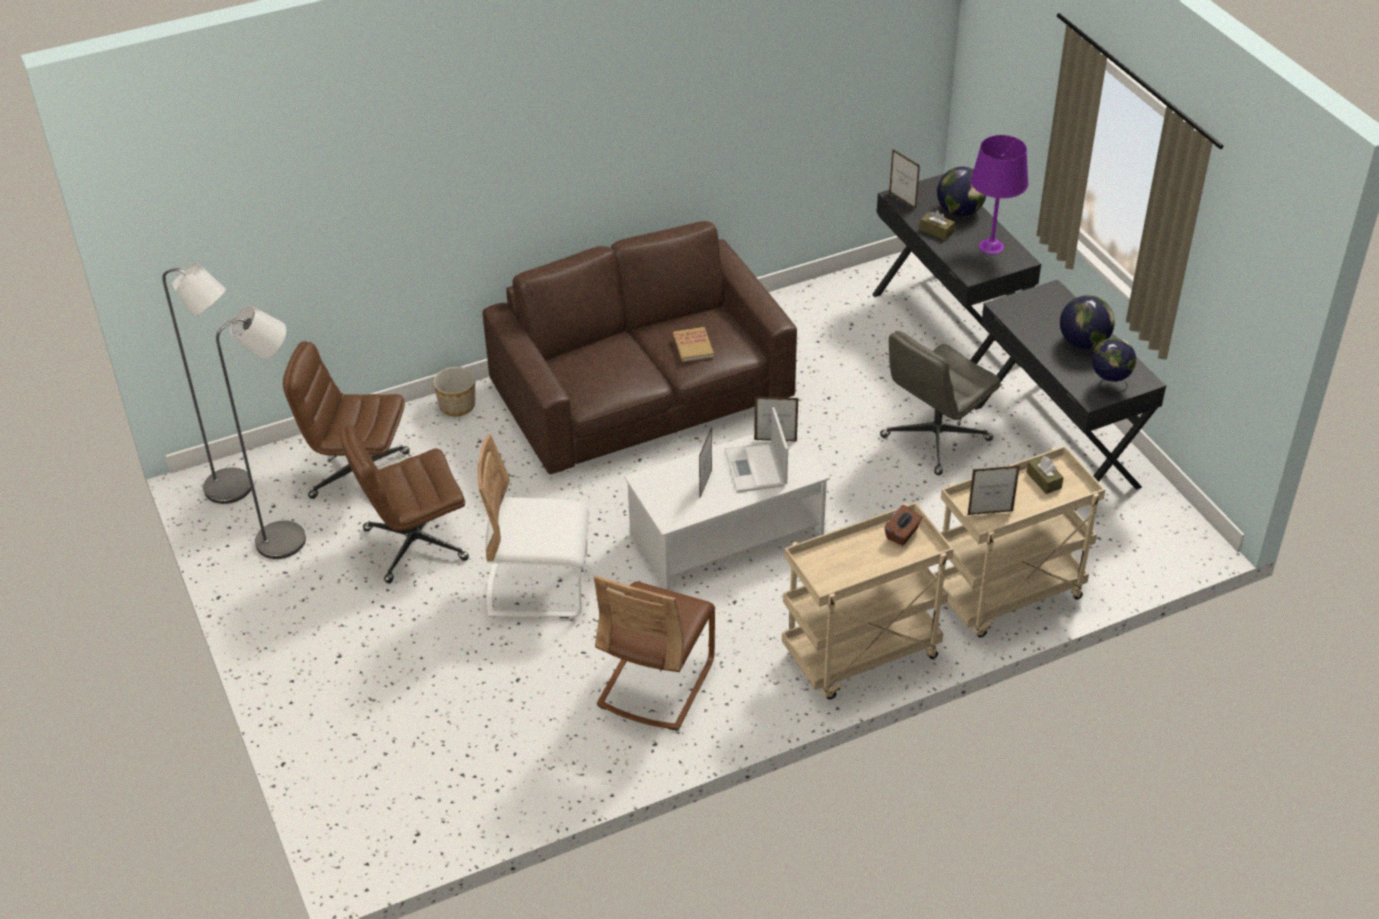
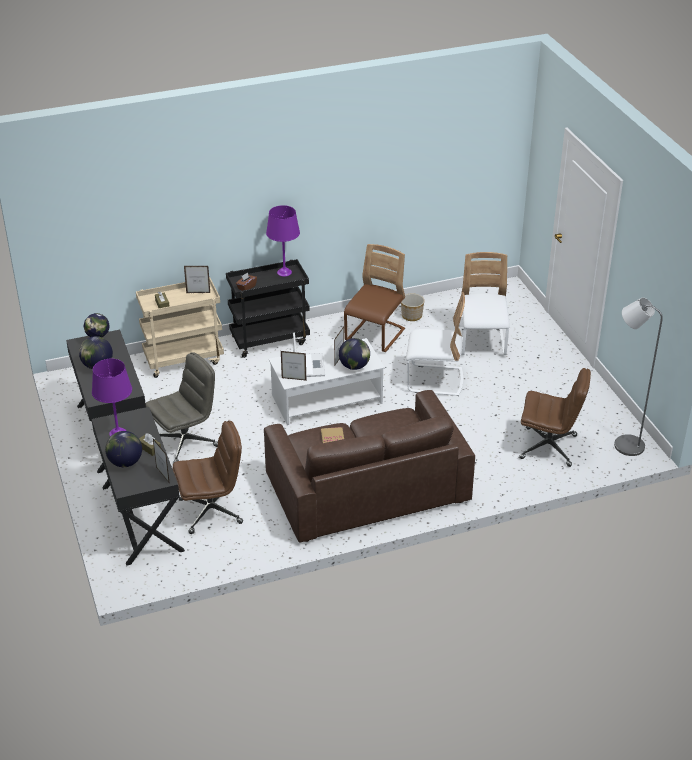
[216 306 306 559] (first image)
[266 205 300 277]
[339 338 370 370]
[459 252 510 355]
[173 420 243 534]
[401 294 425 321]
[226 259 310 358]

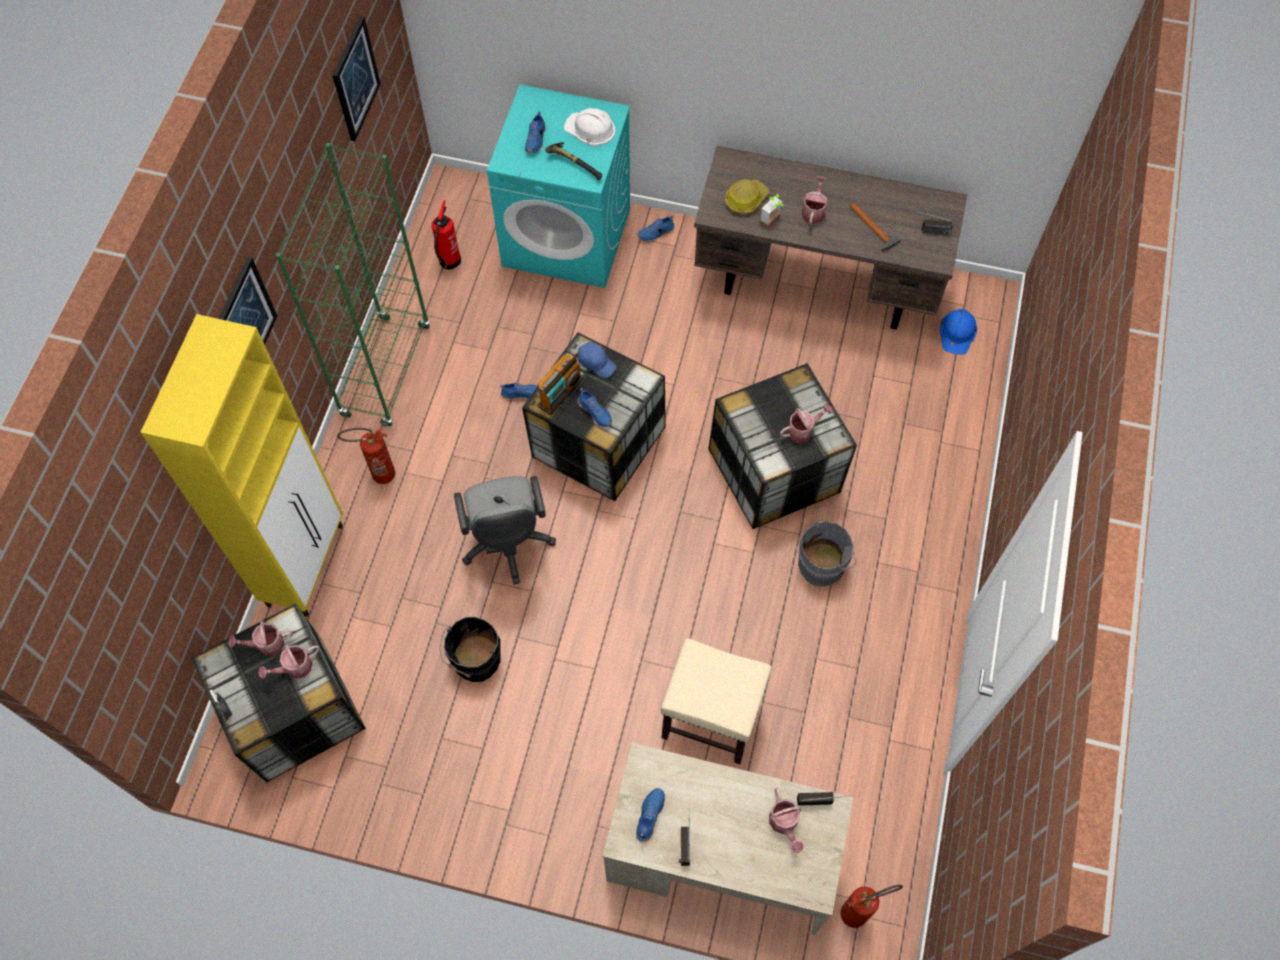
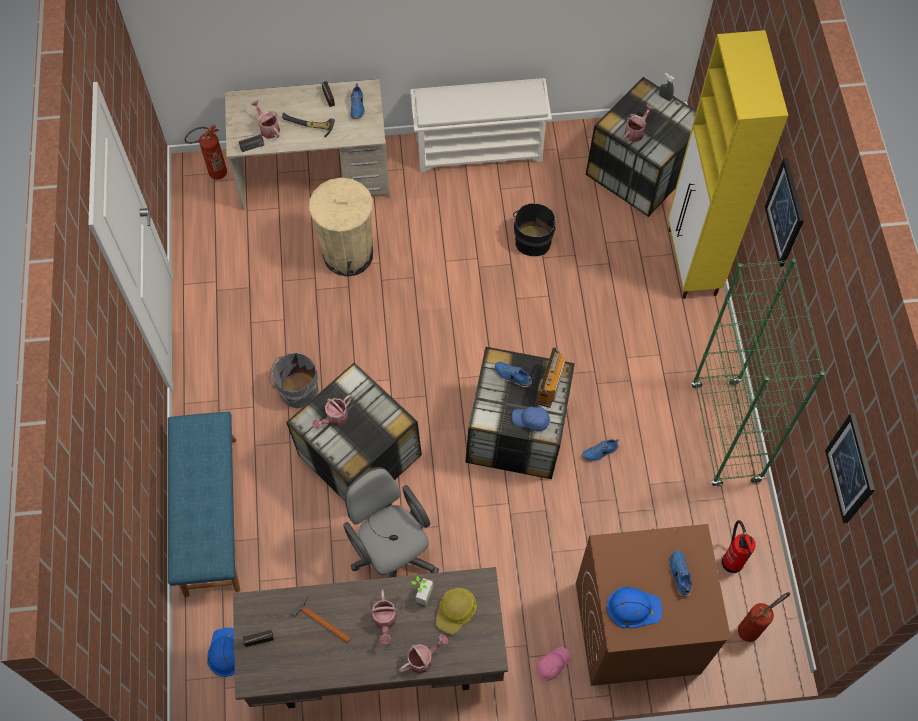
[168 411 240 597]
[410 78 552 173]
[399 634 448 674]
[738 592 790 642]
[343 467 439 578]
[282 112 335 138]
[537 647 571 681]
[309 178 373 277]
[576 524 731 686]
[607 587 662 628]

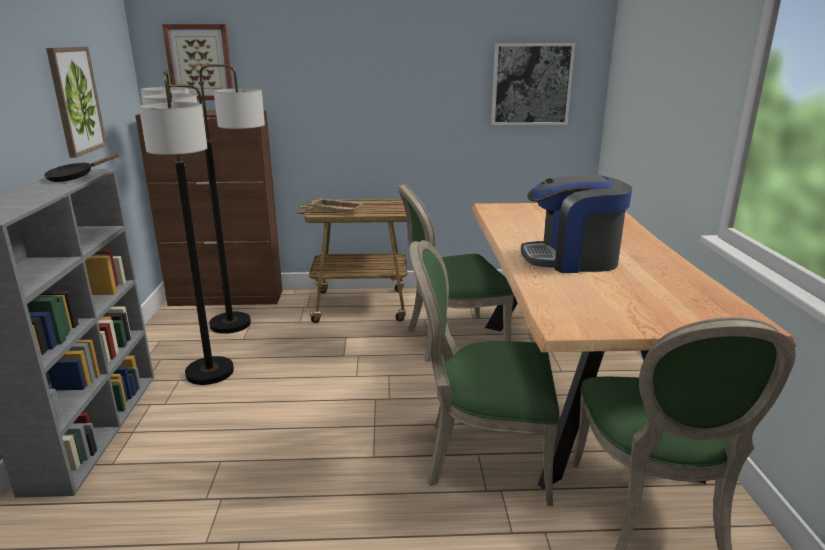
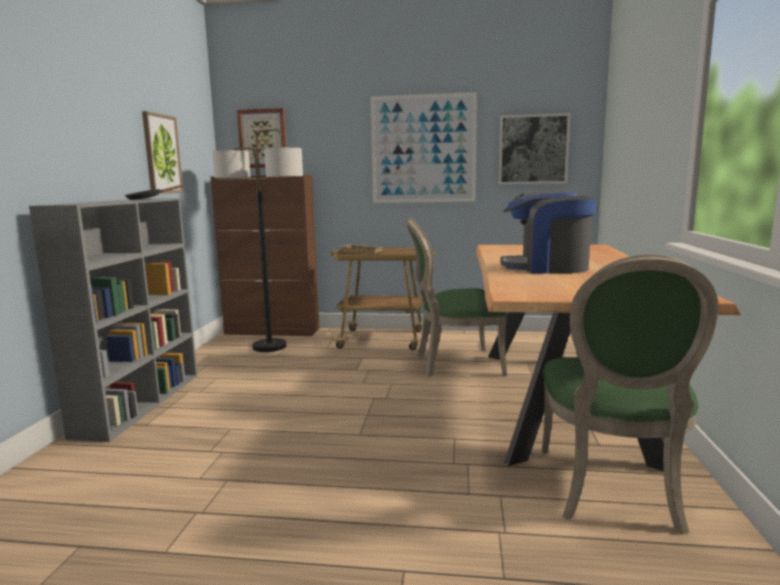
[139 71 234 385] (first image)
[409 240 559 506] (first image)
[370 92 477 203]

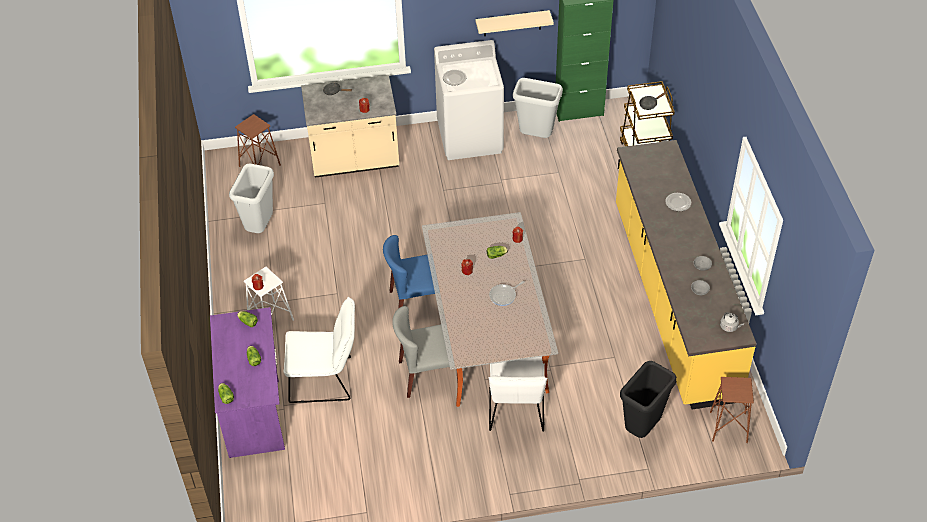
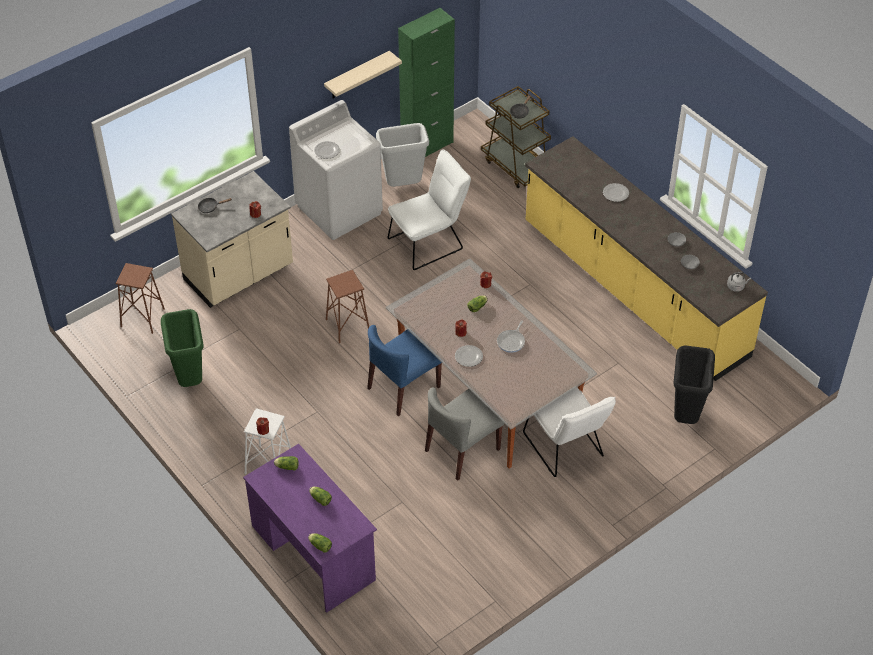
[455 345 483 367]
[387 150 471 270]
[326 270 369 343]
[161 309 204 387]

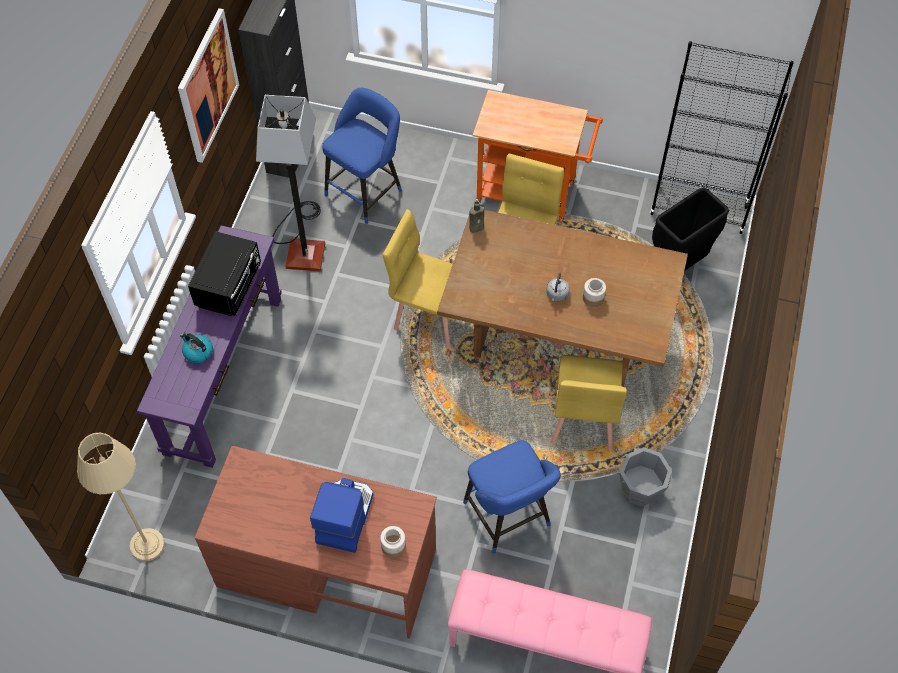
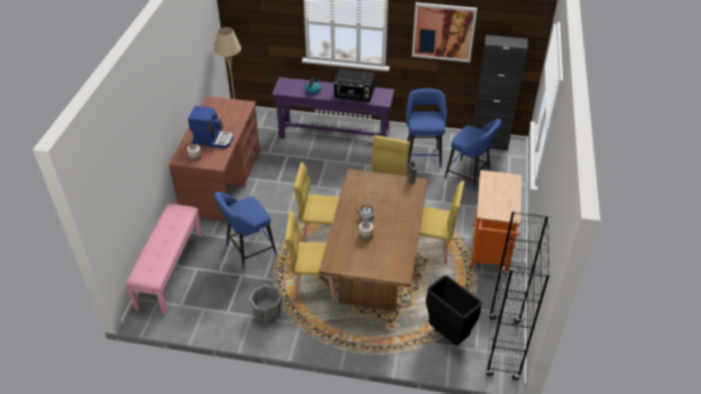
[294 162 340 242]
[406 88 447 168]

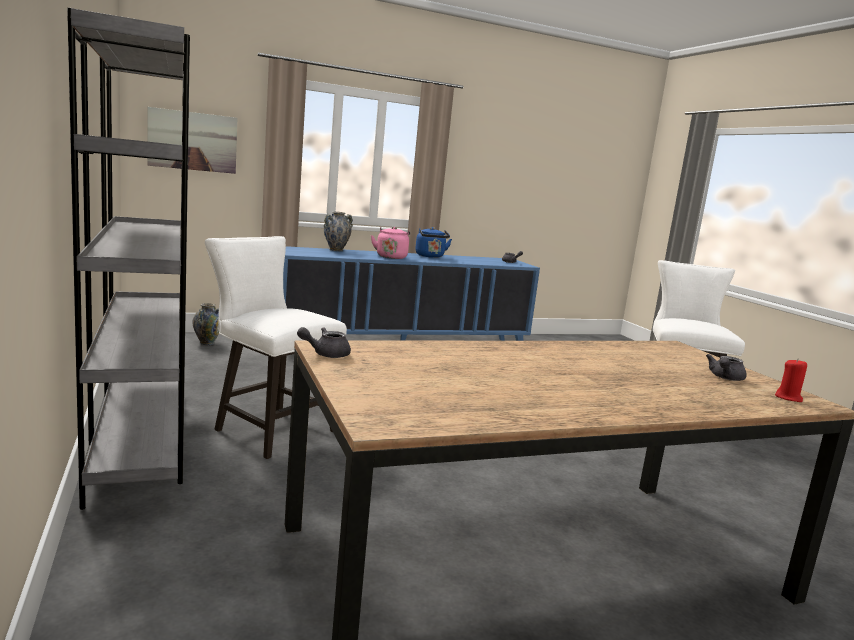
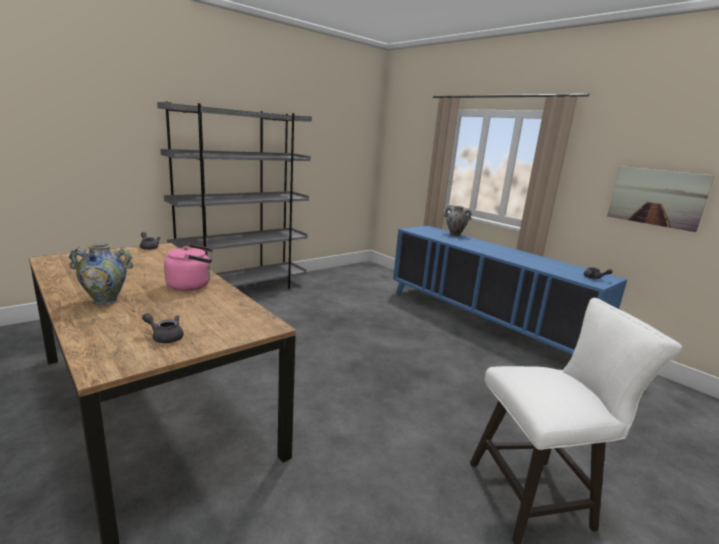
[205 236 347 459] (first image)
[415 227 452 258] (first image)
[775 358 807 402] (first image)
[607 166 715 232]
[68 243 133 305]
[164 244 213 291]

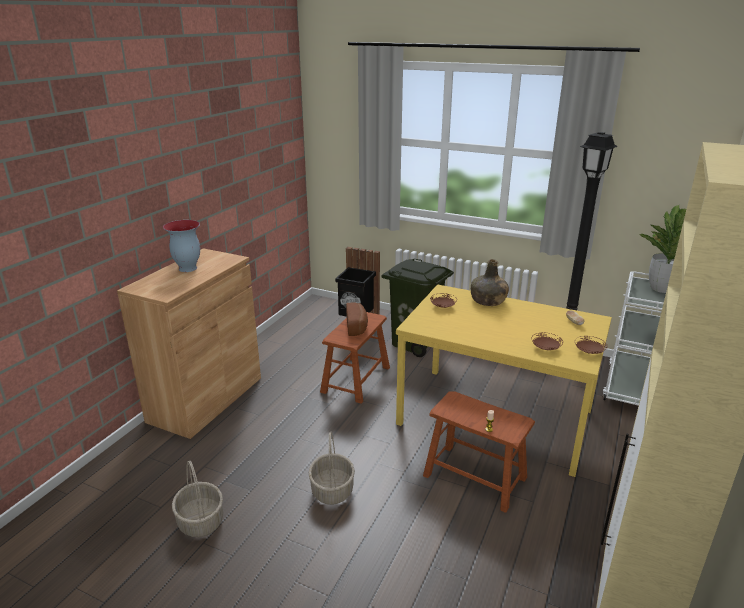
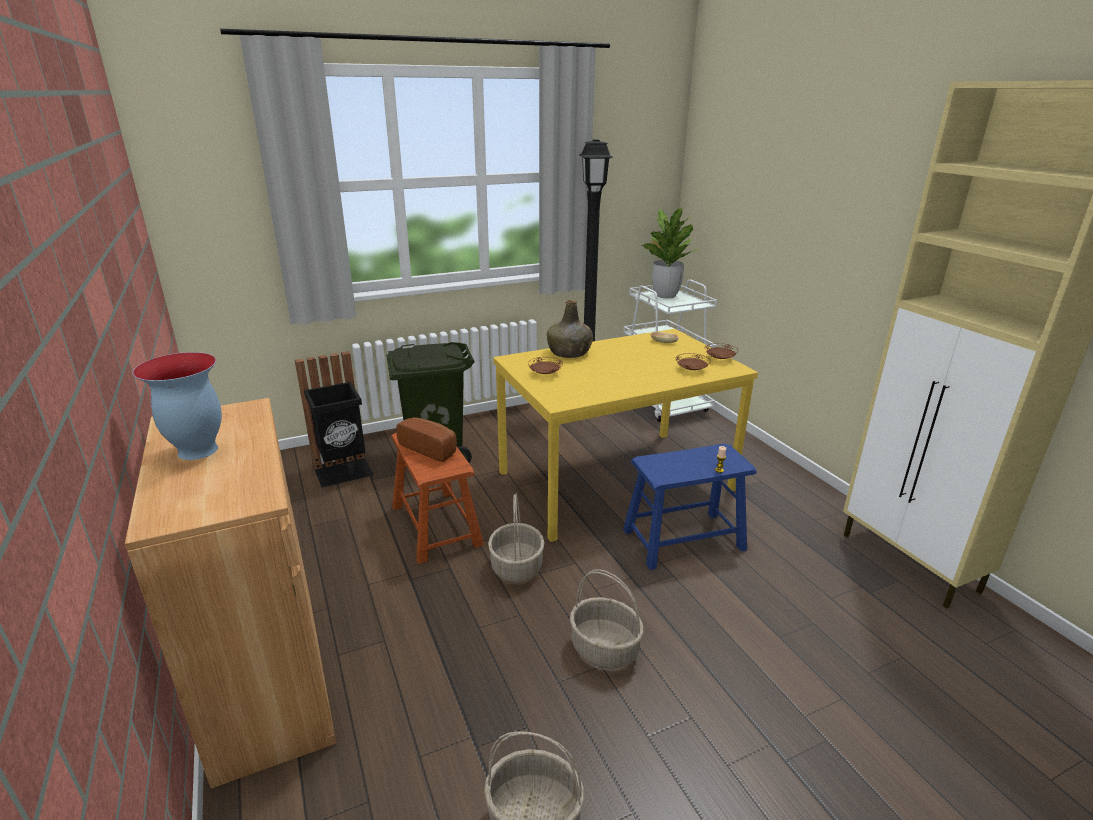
[488 494 545 583]
[623 444 757 570]

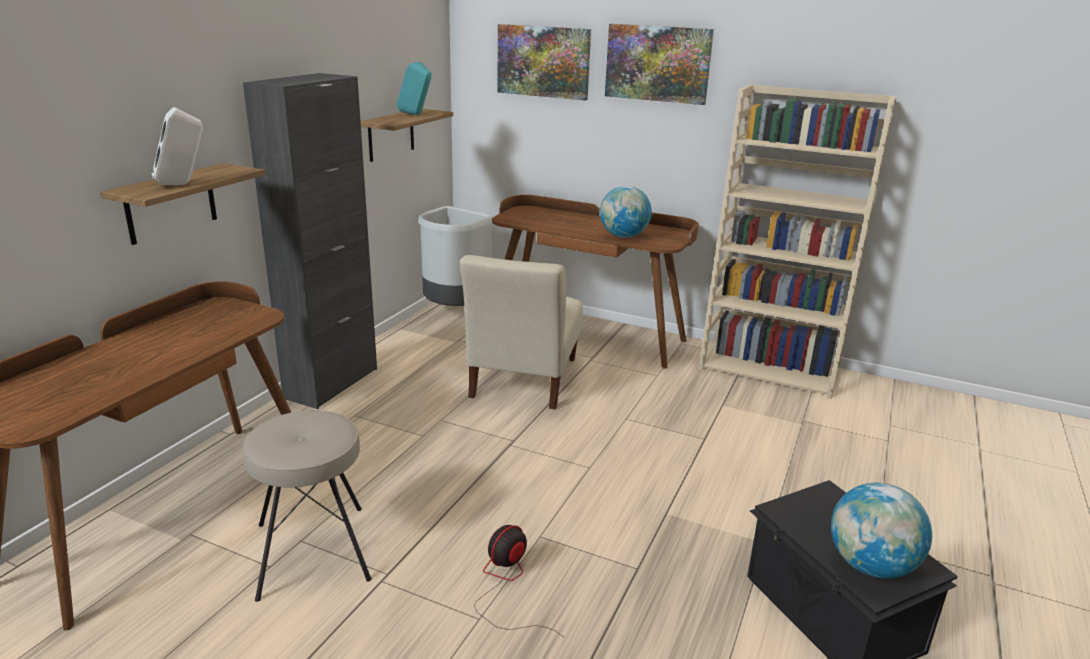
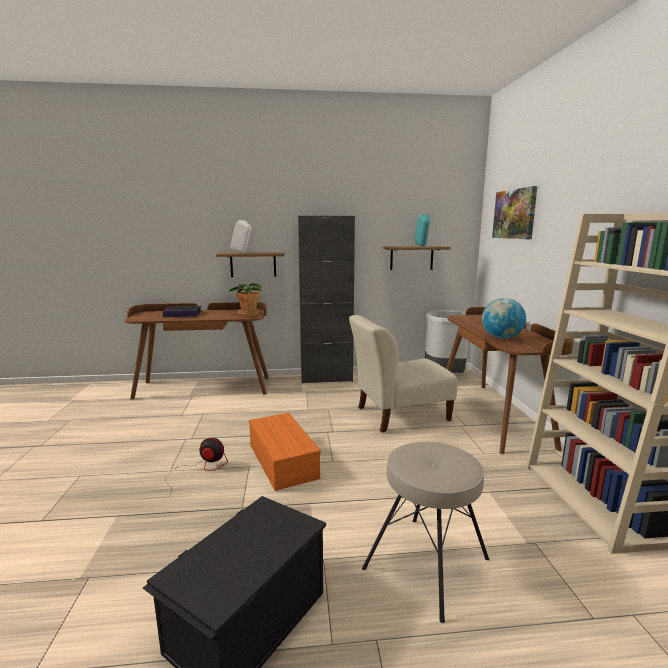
[605 24 714 105] (first image)
[831 483 932 578] (first image)
[163 306 201 317]
[229 283 262 317]
[249 413 321 491]
[362 442 489 623]

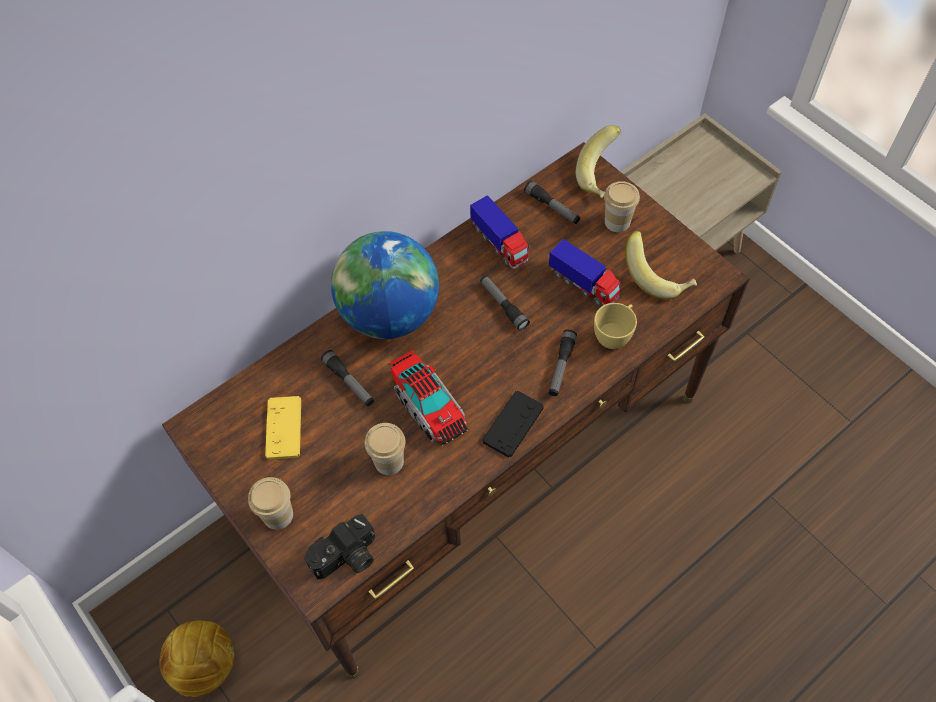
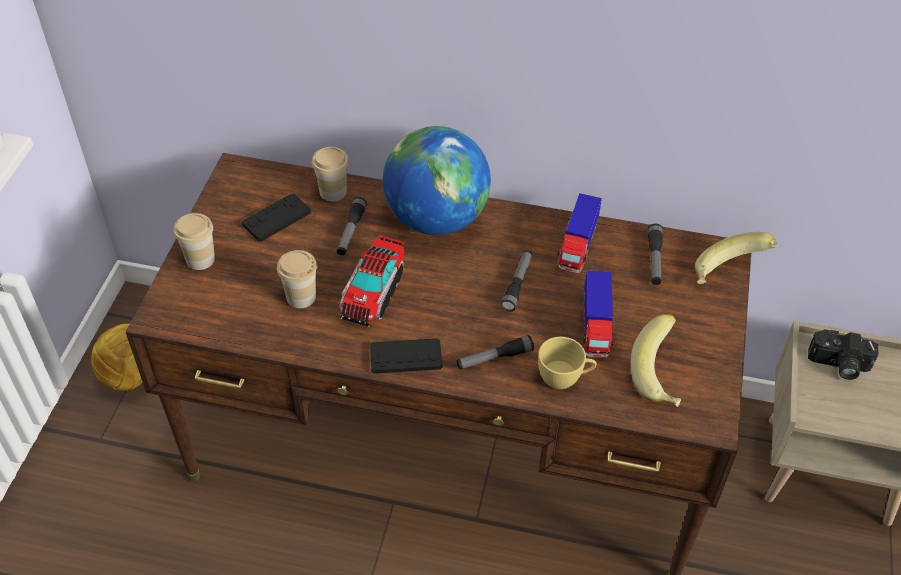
[808 329 878 380]
[312 147 349 202]
[242 193 311 242]

